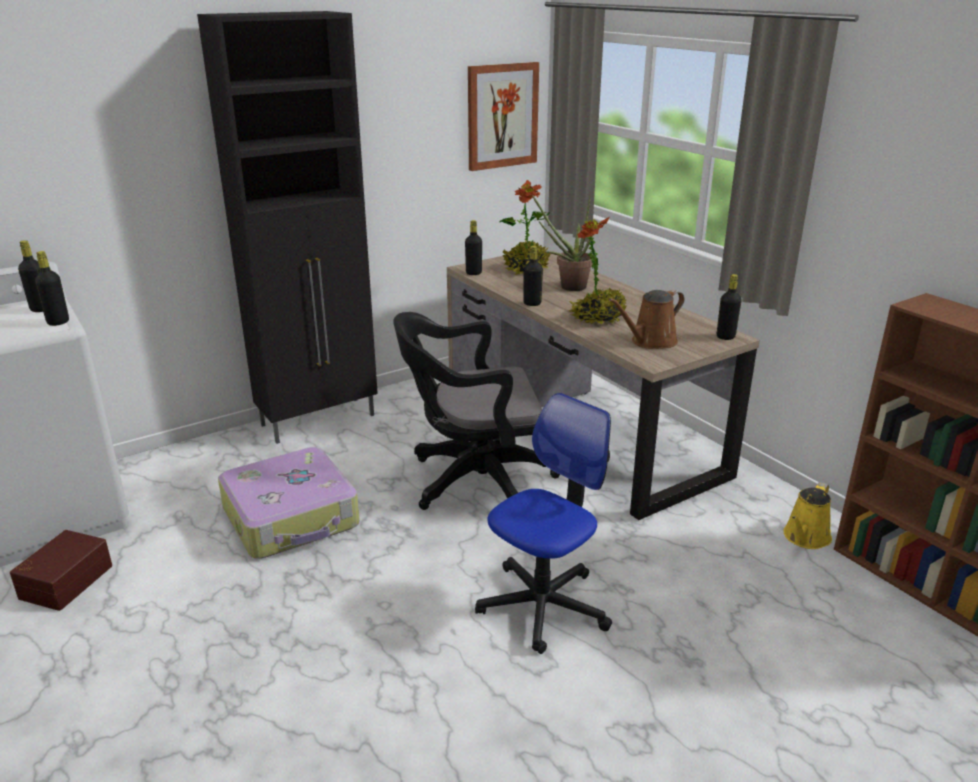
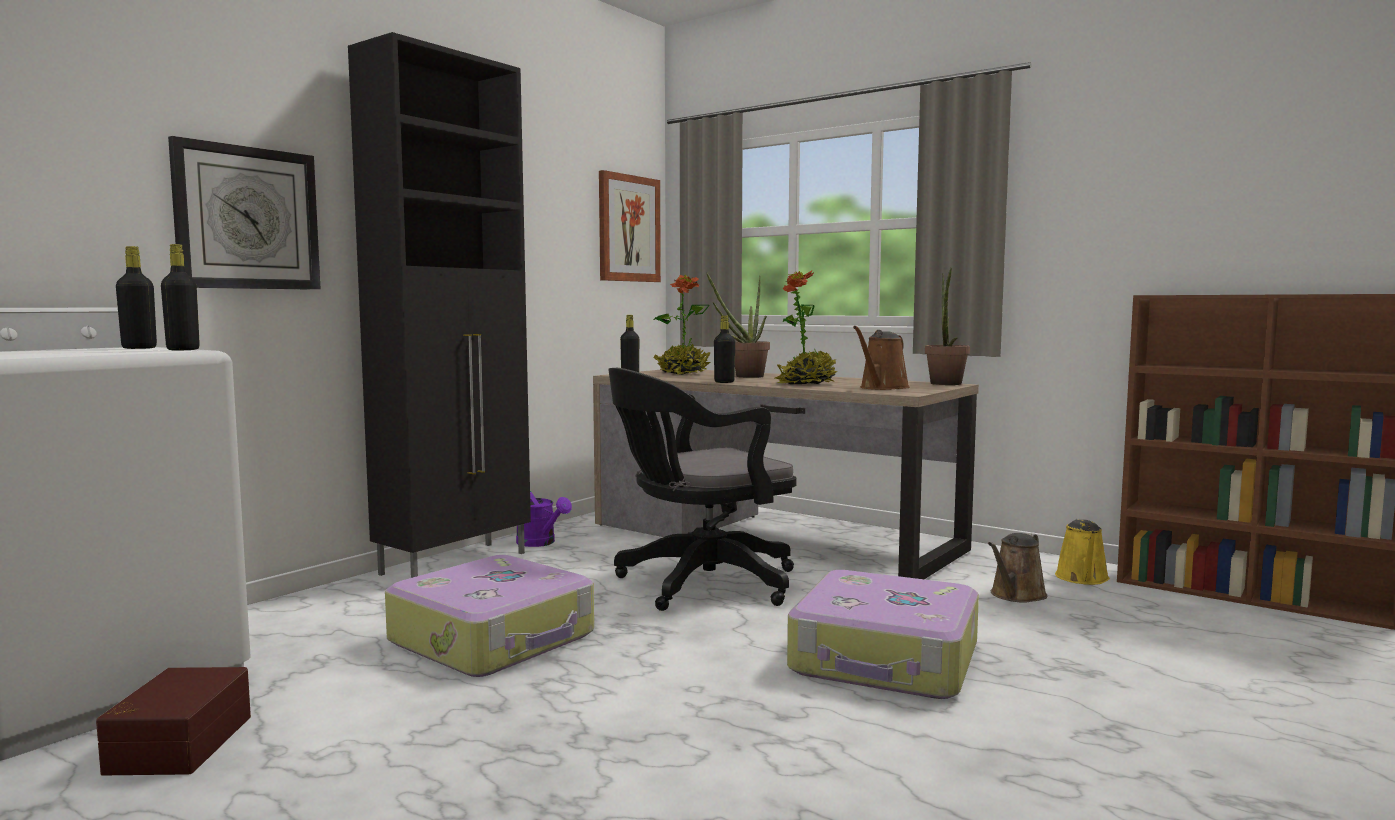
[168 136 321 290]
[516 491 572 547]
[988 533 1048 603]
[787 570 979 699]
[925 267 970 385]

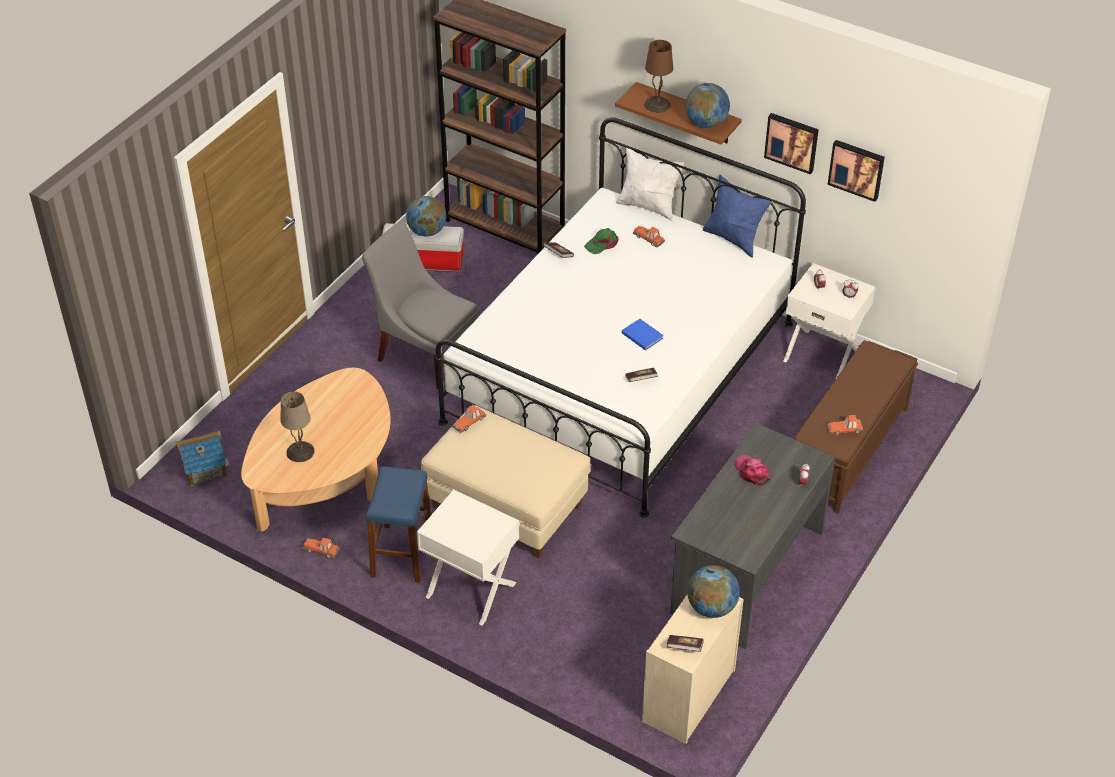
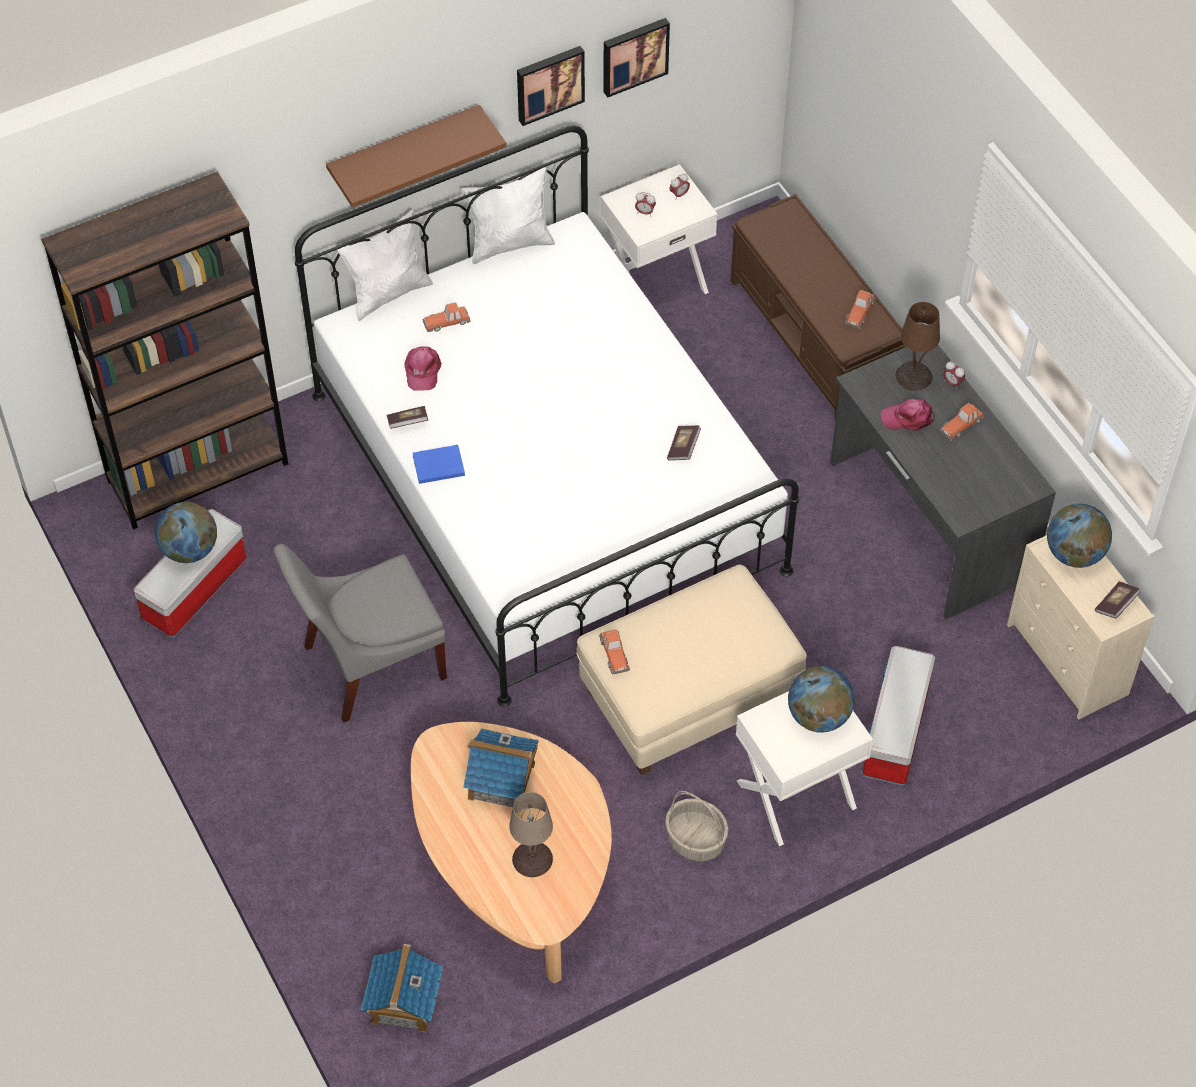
[463 728 538 807]
[863 646 935 786]
[939 403 985 441]
[413 445 465 484]
[896 302 940 391]
[788 666 855 733]
[665 791 729 861]
[404 346 442 391]
[462 167 555 264]

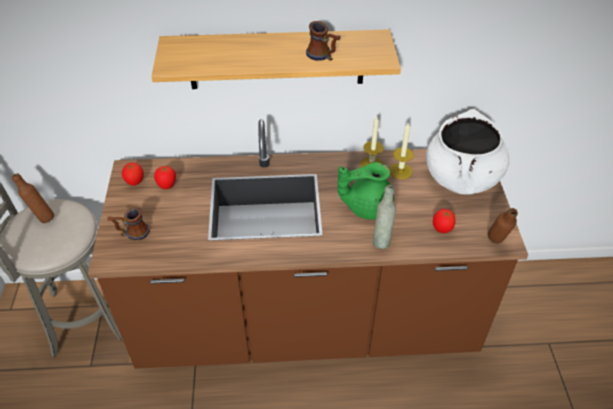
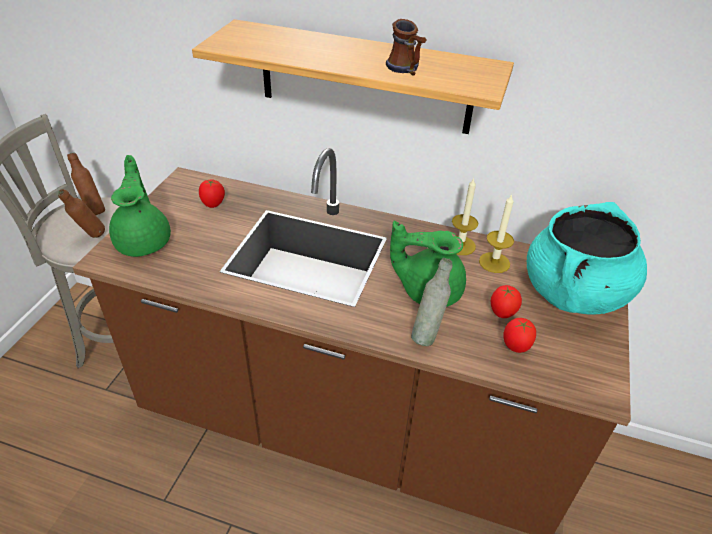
[491 285 522 318]
[58 189 105 238]
[109 155 171 257]
[527 202 647 315]

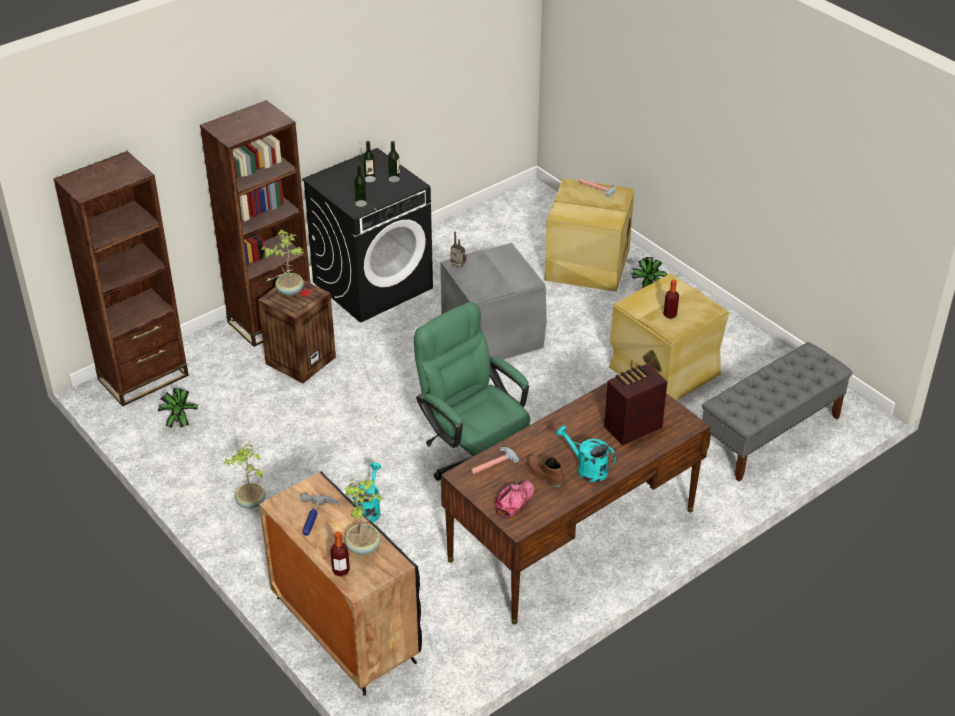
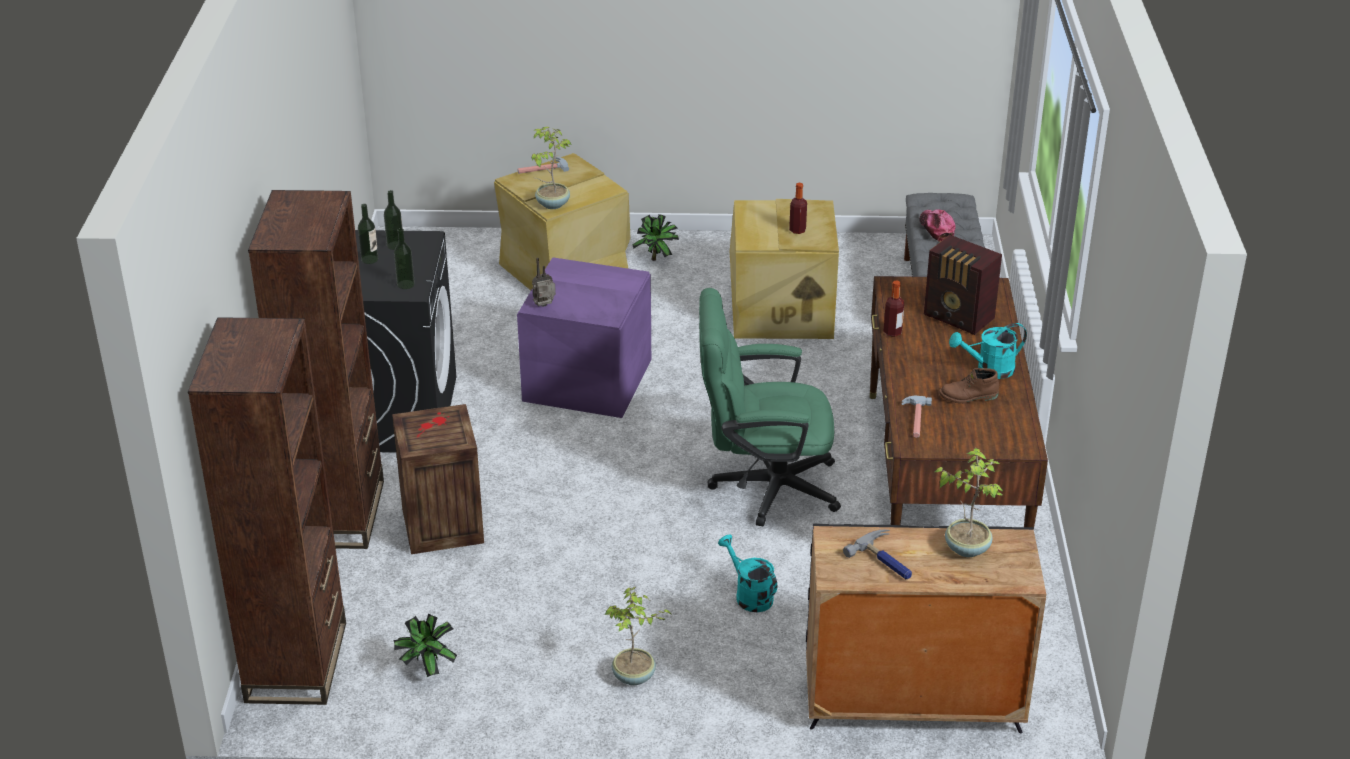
[532 127 572 209]
[883 281 904 337]
[919 210 956 242]
[517 257 651 418]
[924 235 1002 335]

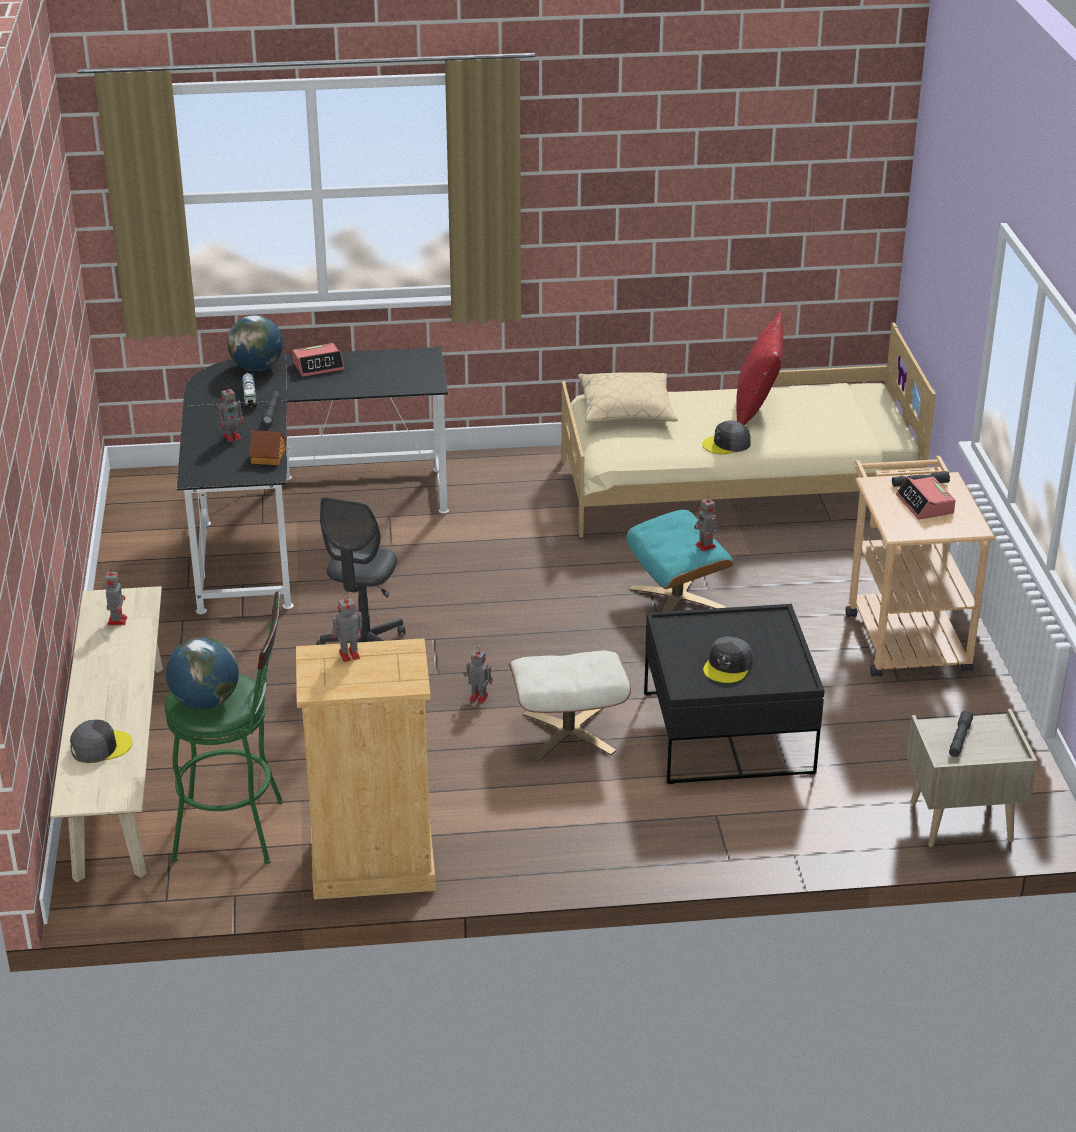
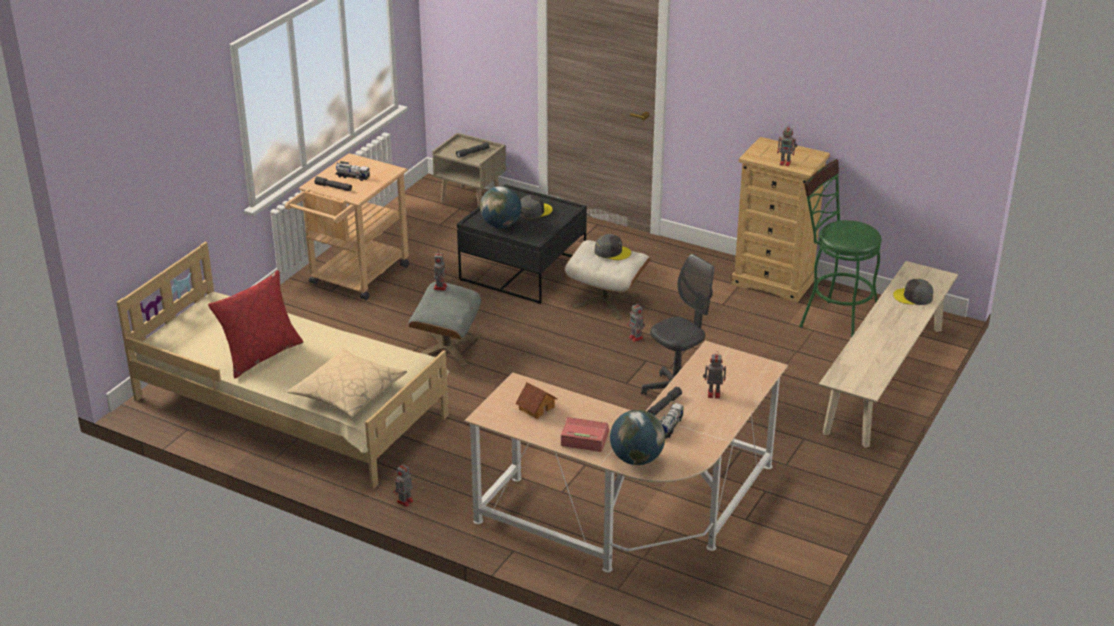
[393 463 414 507]
[480 186 521 228]
[515 382 558 419]
[595 234 631 260]
[335 161 370 181]
[465 341 788 572]
[408 282 481 367]

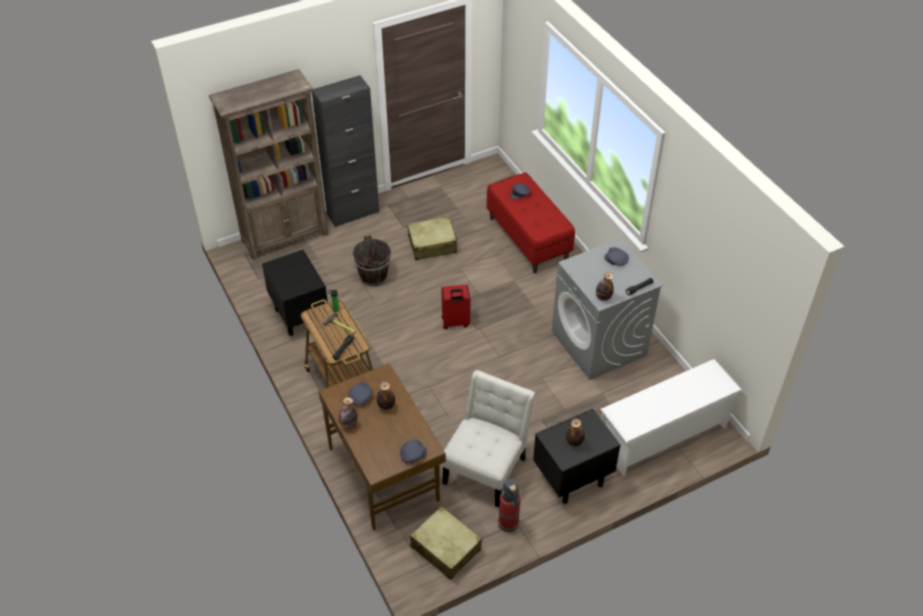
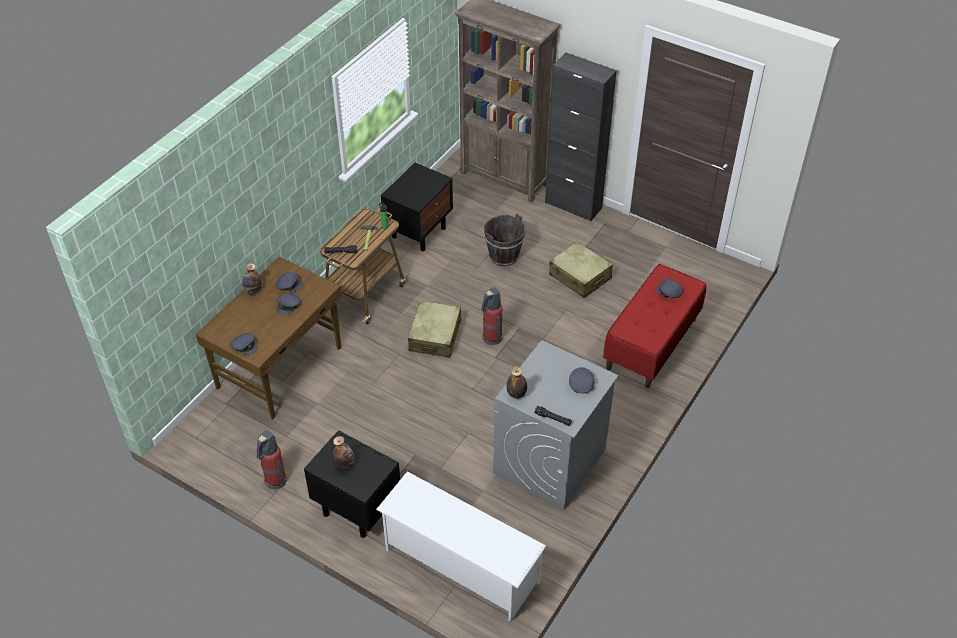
[441 370 535 507] (first image)
[408 301 461 358]
[277 292 301 315]
[481 287 503 345]

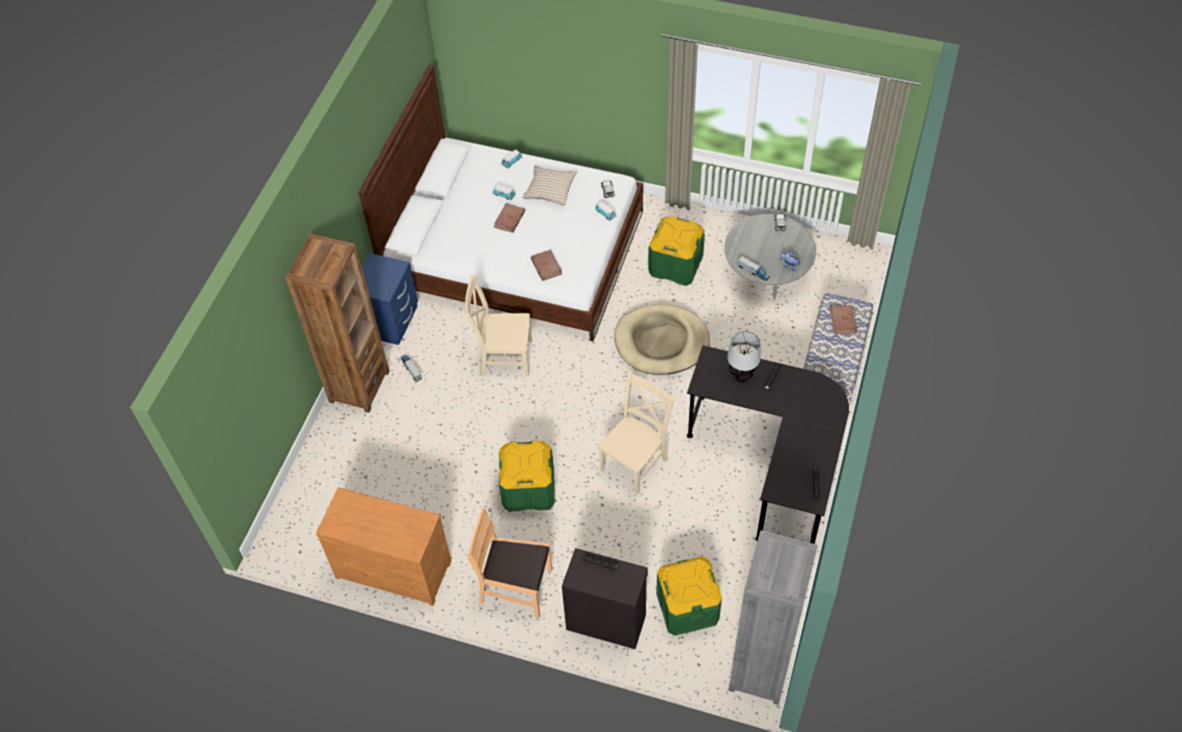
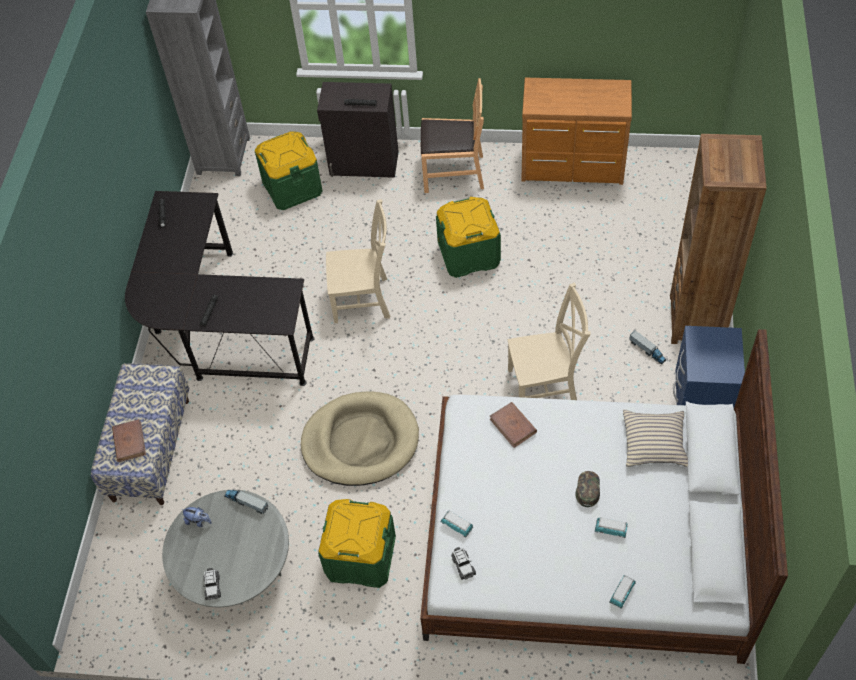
[727 331 761 382] (first image)
[623 410 688 467]
[576 471 600 507]
[326 199 390 323]

